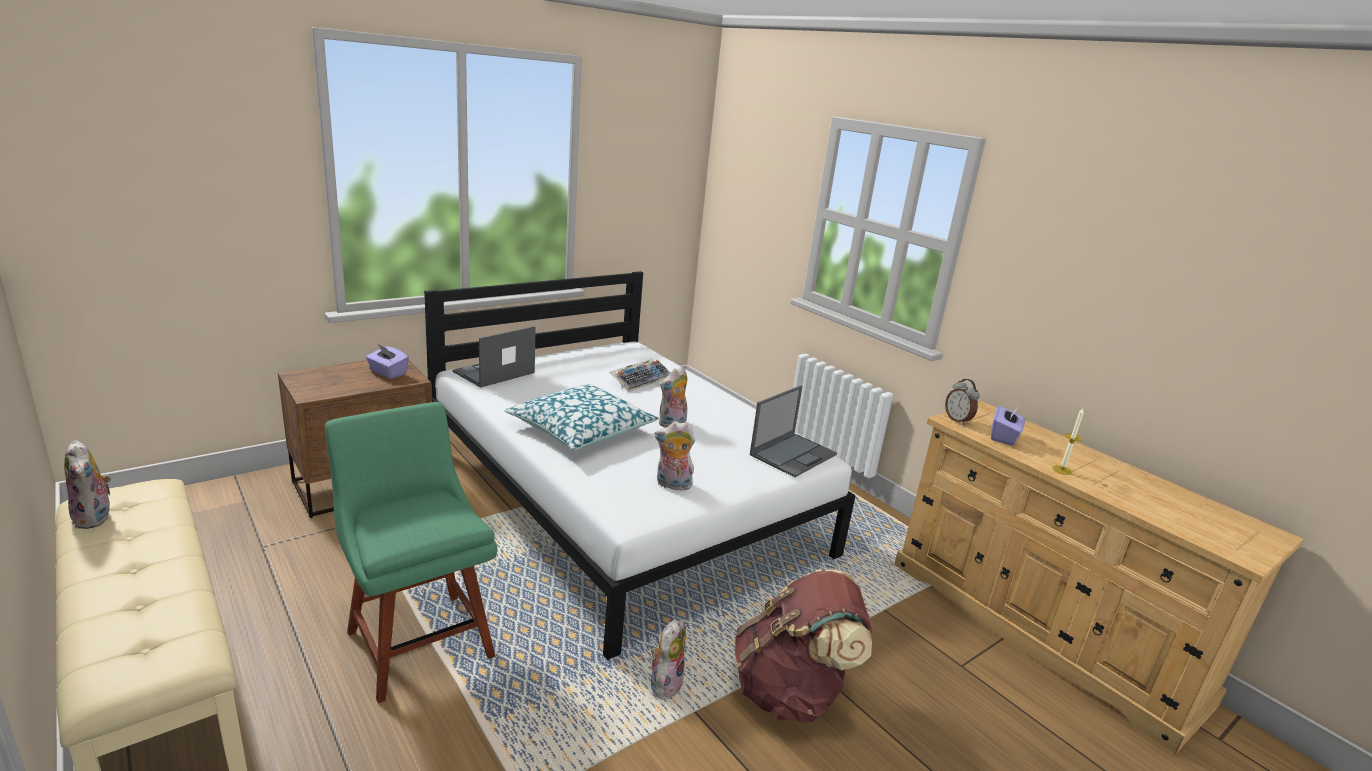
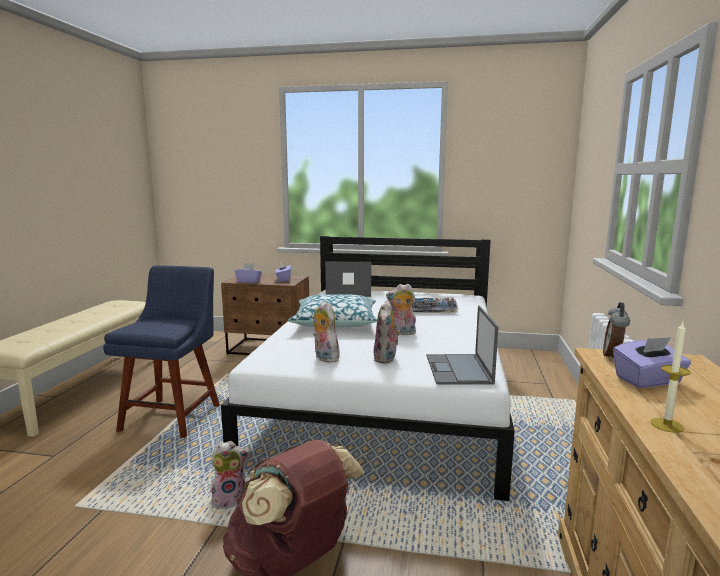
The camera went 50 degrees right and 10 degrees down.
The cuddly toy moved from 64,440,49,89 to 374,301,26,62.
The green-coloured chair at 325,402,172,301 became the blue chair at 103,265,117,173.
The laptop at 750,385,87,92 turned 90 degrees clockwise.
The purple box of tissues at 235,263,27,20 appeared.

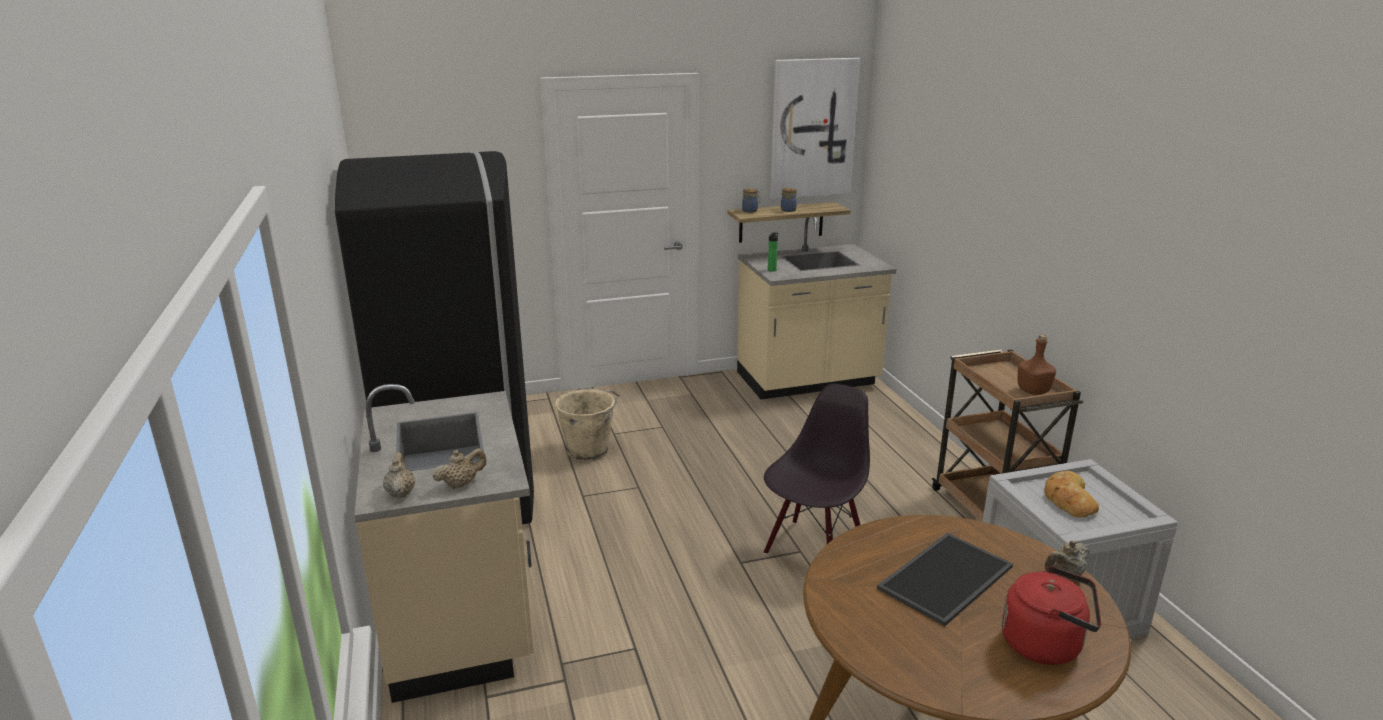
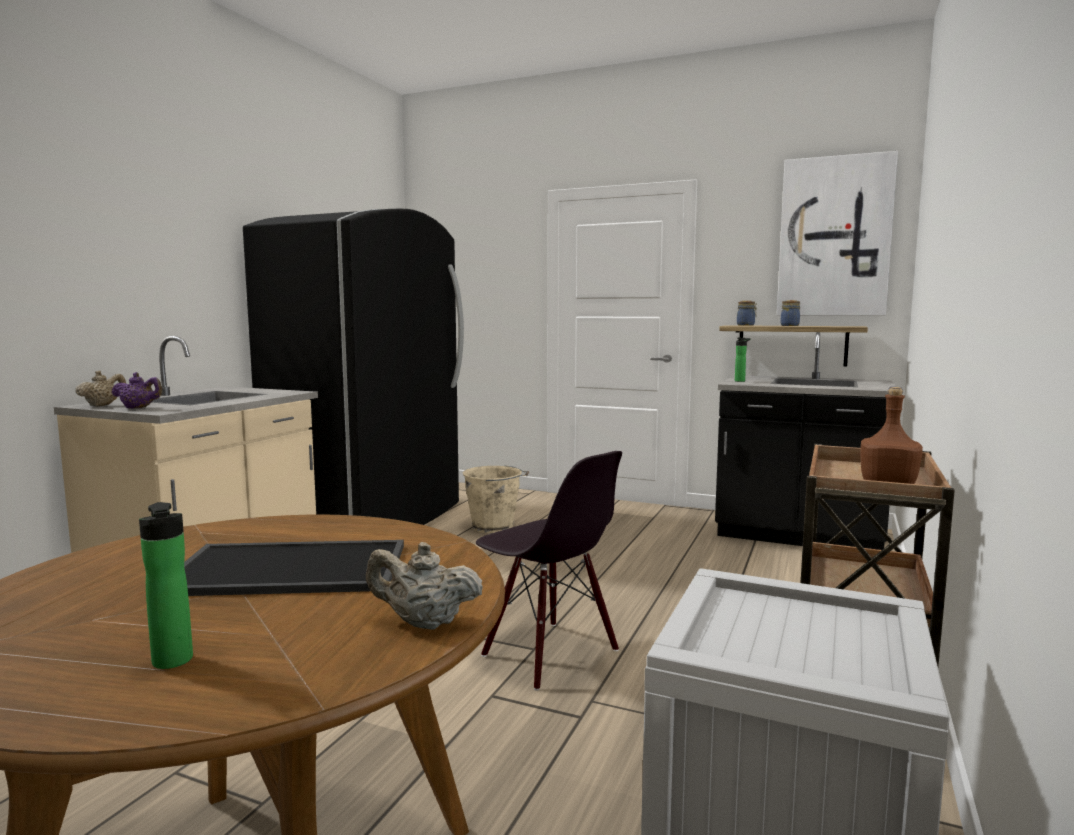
The camera went 40 degrees right and 15 degrees down.
The beige tea pot at 432,448,55,41 became the purple tea pot at 111,372,51,37.
The beige kitchen counter at 737,217,159,183 became the black-coloured kitchen counter at 715,332,182,218.
The black-coloured chair at 764,384,106,171 turned 60 degrees clockwise.
The red water kettle at 1001,566,100,99 was replaced by the beverage bottle at 139,502,54,167.
The bakery bread at 1044,471,55,47 disappeared.

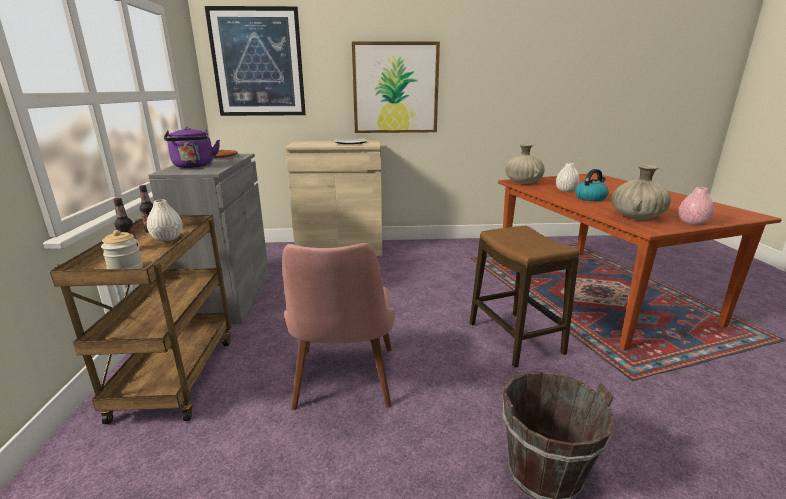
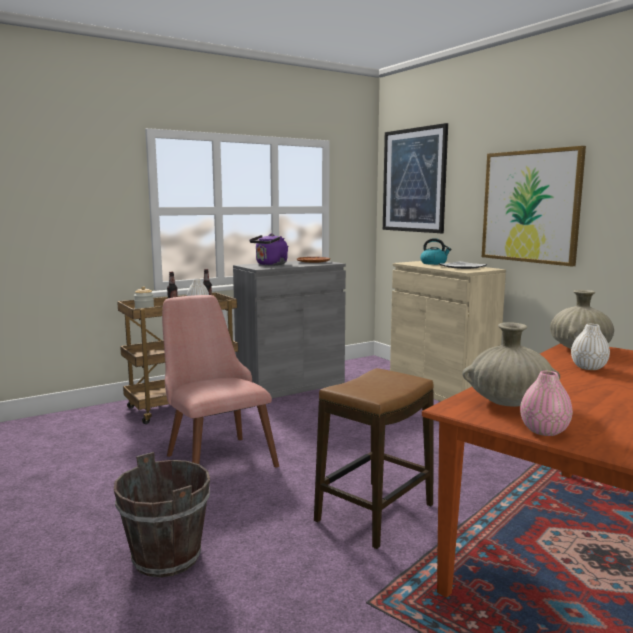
The camera went 60 degrees right and 10 degrees down.
The pink chair at 282,243,113,167 turned 90 degrees clockwise.
The water kettle moved from 575,169,34,32 to 420,238,31,27.

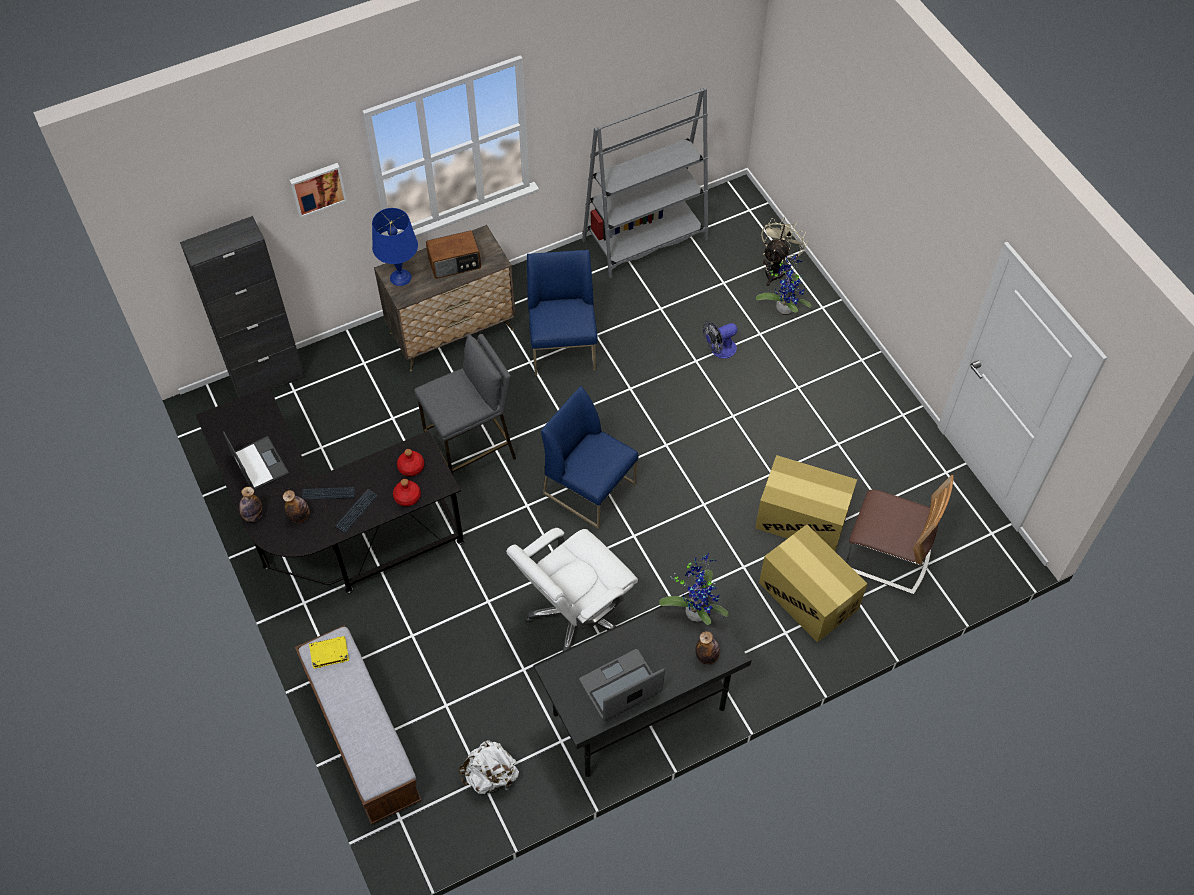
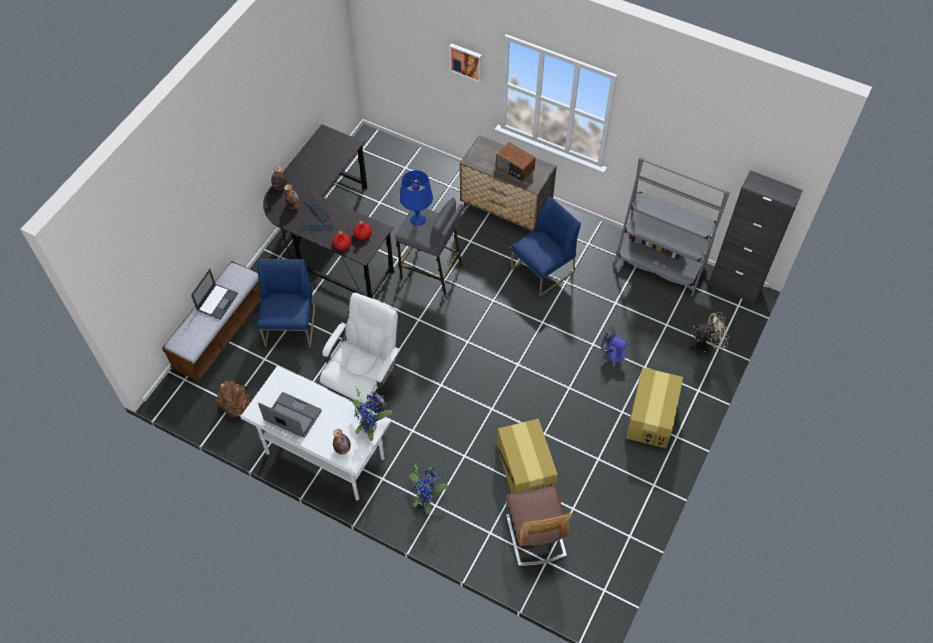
The camera went 55 degrees right and 0 degrees up.
The black-coloured cupboard moved from 180,216,125,182 to 708,170,95,134.
The laptop moved from 223,431,66,59 to 191,269,47,51.
The yellowish book at 309,636,40,33 disappeared.
The blue table lamp moved from 372,208,46,78 to 400,170,33,56.
The whitish rucksack at 459,740,60,54 became the brown-coloured rucksack at 216,380,36,39.
The whitish office chair at 506,528,132,124 turned 105 degrees clockwise.
The black-coloured desk at 533,590,219,187 became the whitish desk at 240,366,151,135.
The blue chair moved from 541,386,97,143 to 257,259,59,88.
The houseplant moved from 756,254,56,62 to 409,463,39,51.
The packing box moved from 759,524,109,118 to 626,367,57,82.

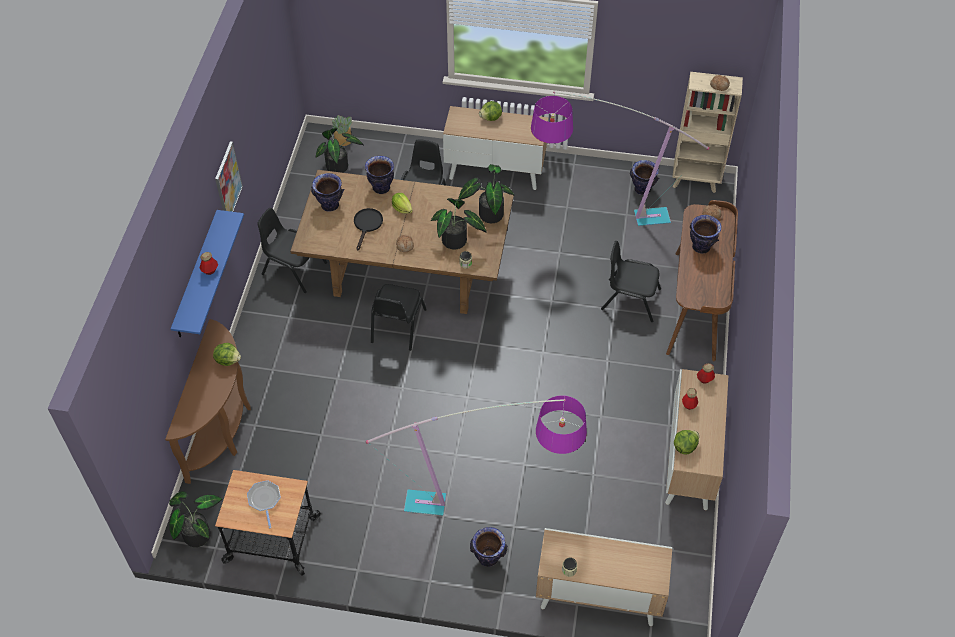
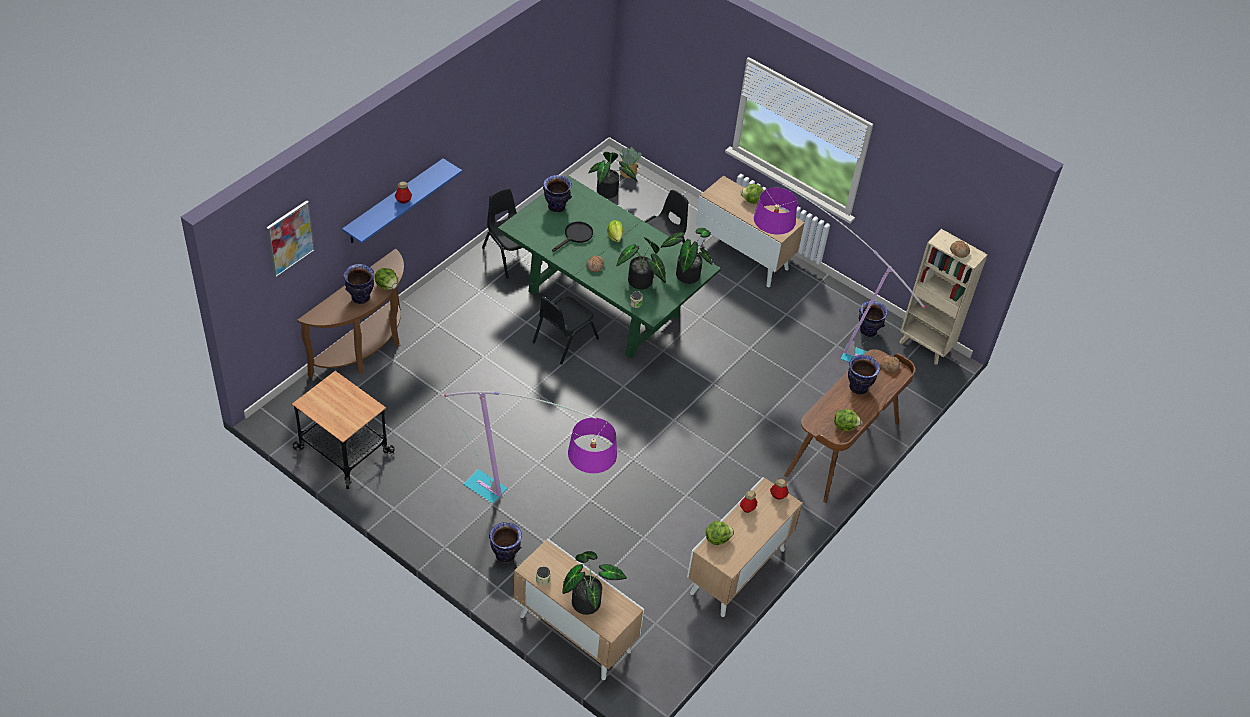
The camera went 25 degrees right and 5 degrees down.
The houseplant moved from 169,491,53,56 to 563,551,64,64.
The wall picture moved from 215,142,28,70 to 266,200,49,78.
The frying pan at 247,480,34,48 disappeared.
The brown-coloured dining table at 290,170,224,144 became the green-coloured dining table at 498,175,223,184.
The decorative vase moved from 365,156,29,38 to 344,264,30,40.
The black-coloured chair at 601,241,60,81 disappeared.
The lettuce head at 834,409,28,22 appeared.

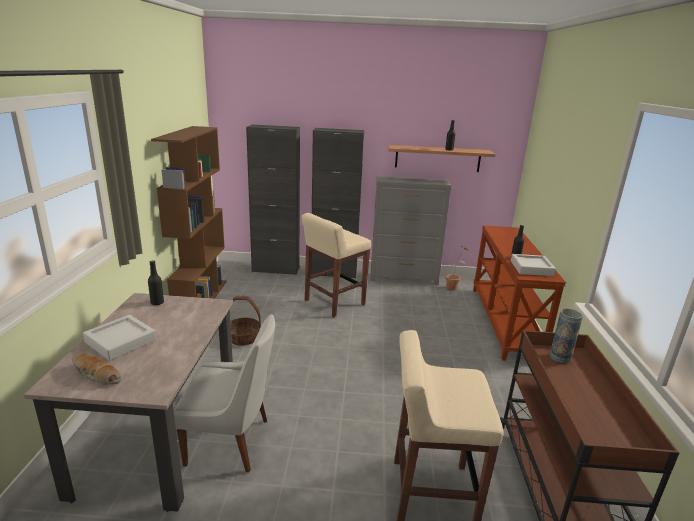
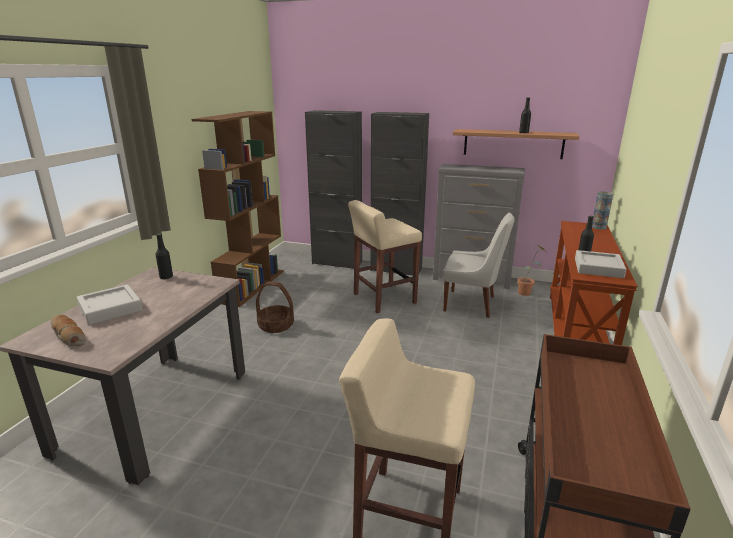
The camera went 15 degrees right and 0 degrees up.
The whitish chair moved from 174,314,101,159 to 443,212,72,106.
The decorative vase moved from 550,308,33,55 to 592,191,21,39.

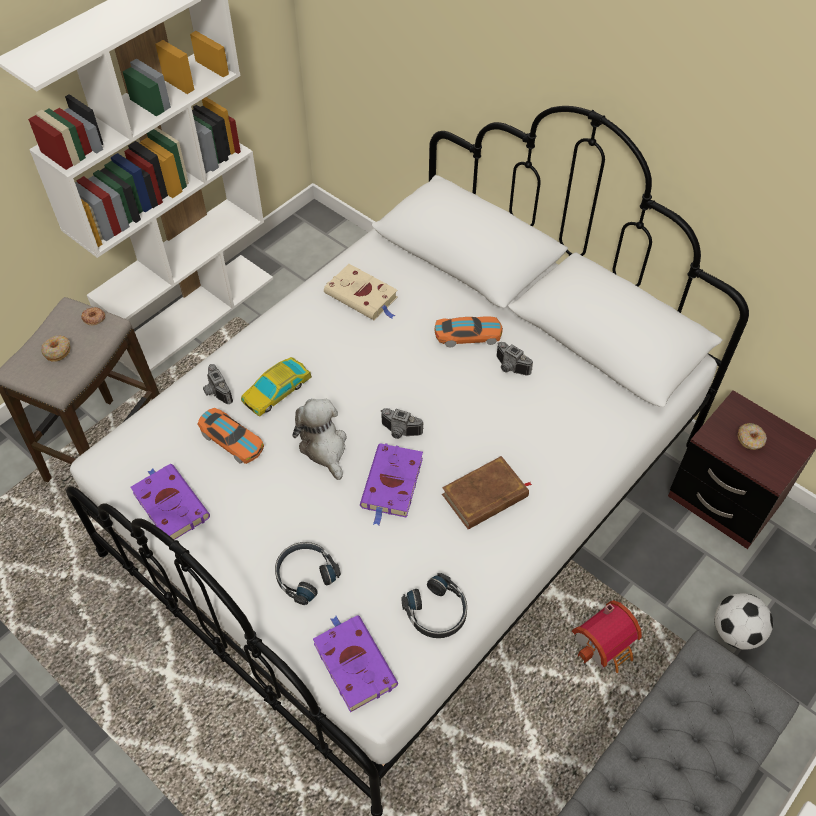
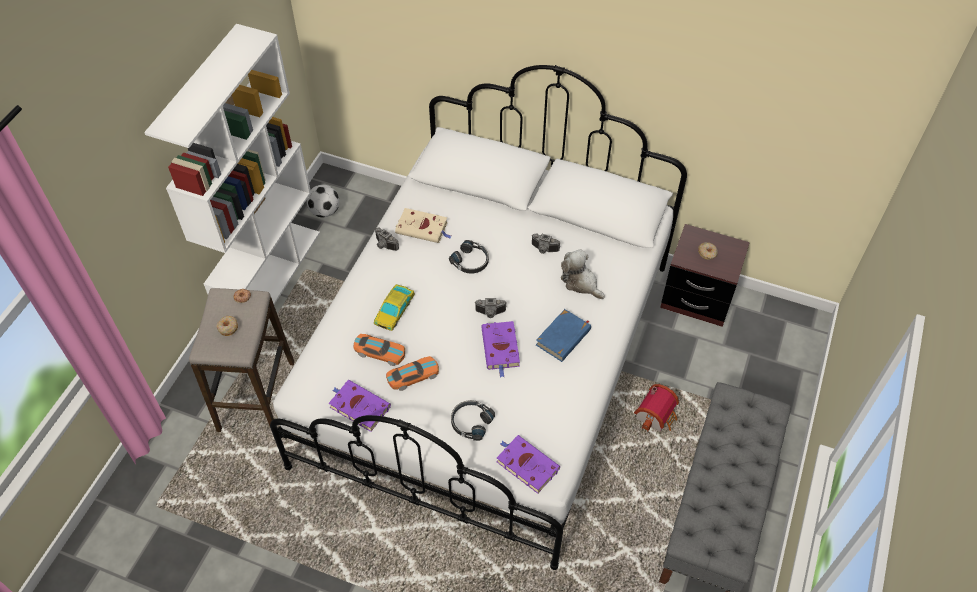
The camera went 20 degrees left and 0 degrees up.
The still camera moved from 203,364,30,40 to 375,227,24,24.
The cuddly toy moved from 292,399,54,81 to 561,249,44,50.
The black-coloured pair of headphones moved from 401,573,66,65 to 449,240,40,34.
The model car moved from 435,317,68,30 to 386,356,53,35.
The brown-coloured book at 442,456,90,73 became the blue book at 536,309,55,53.
The ball for football moved from 714,593,59,57 to 306,185,33,33.

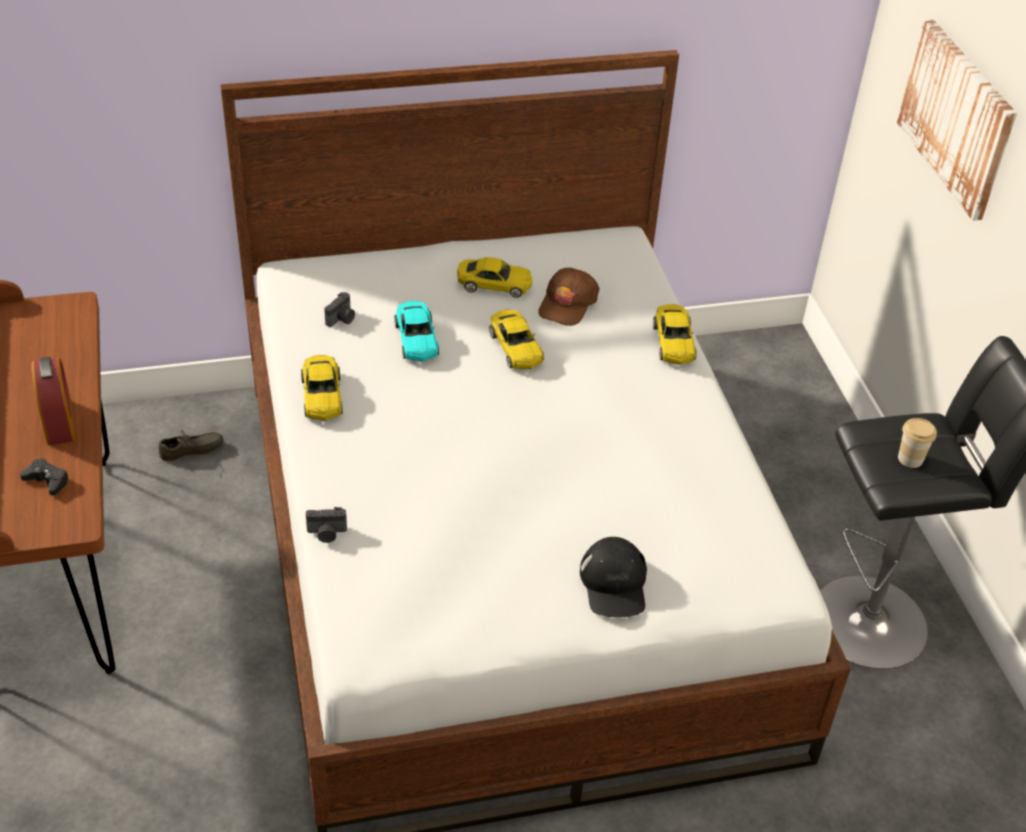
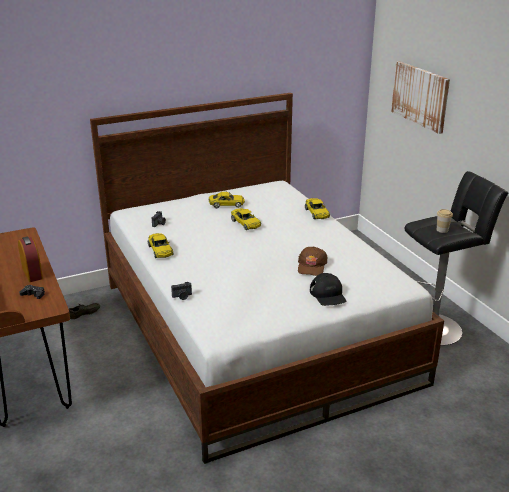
The camera went 10 degrees left and 15 degrees down.
The turquoise model car at 394,301,45,60 disappeared.
The brown-coloured peaked cap moved from 538,268,62,58 to 298,247,29,29.

